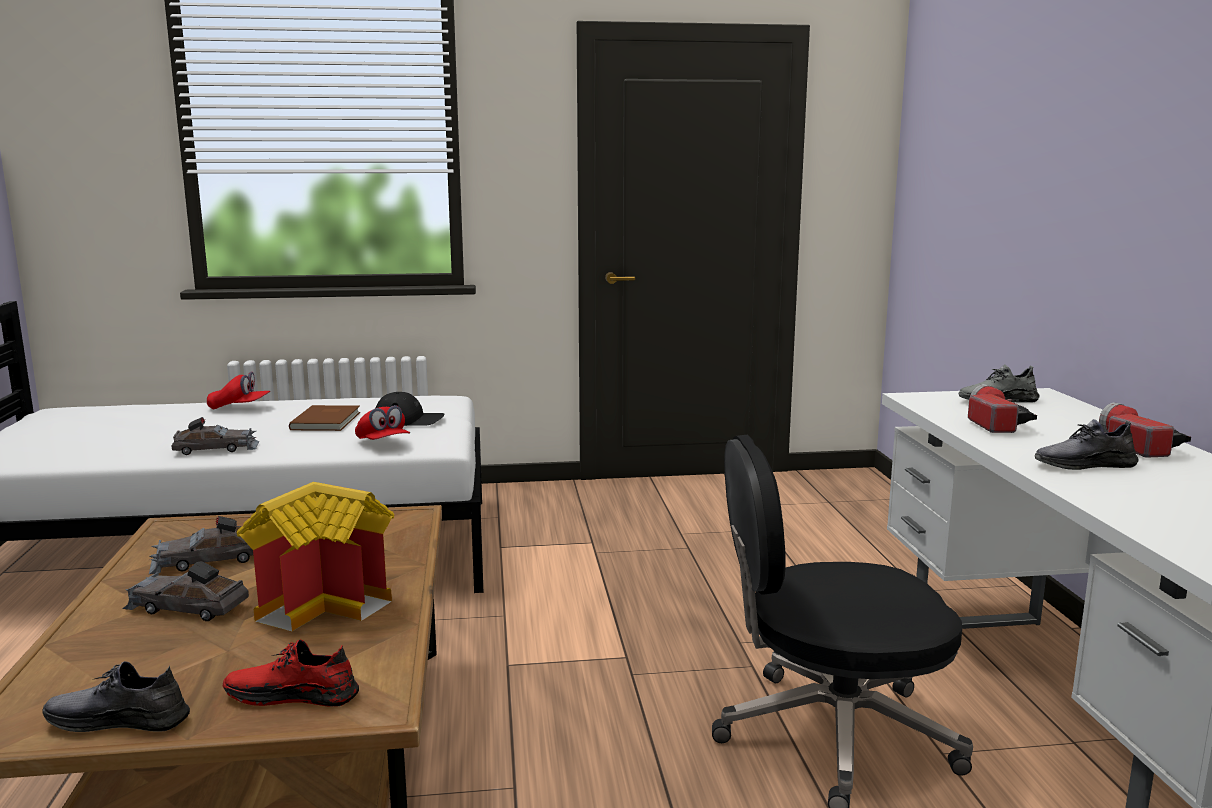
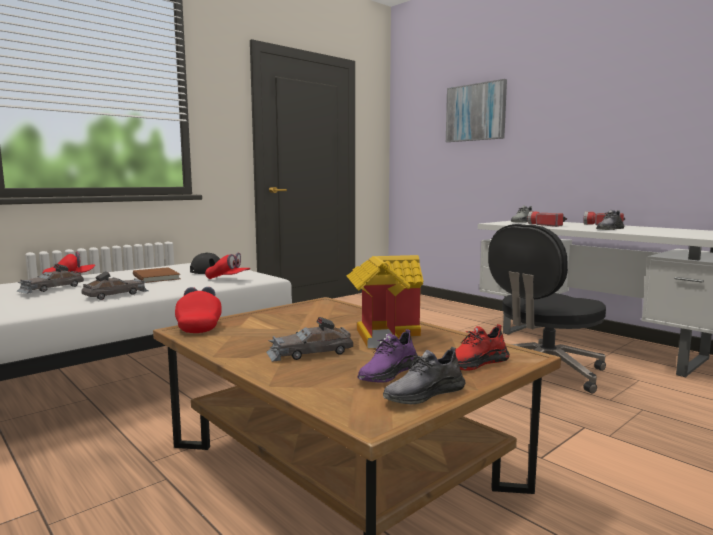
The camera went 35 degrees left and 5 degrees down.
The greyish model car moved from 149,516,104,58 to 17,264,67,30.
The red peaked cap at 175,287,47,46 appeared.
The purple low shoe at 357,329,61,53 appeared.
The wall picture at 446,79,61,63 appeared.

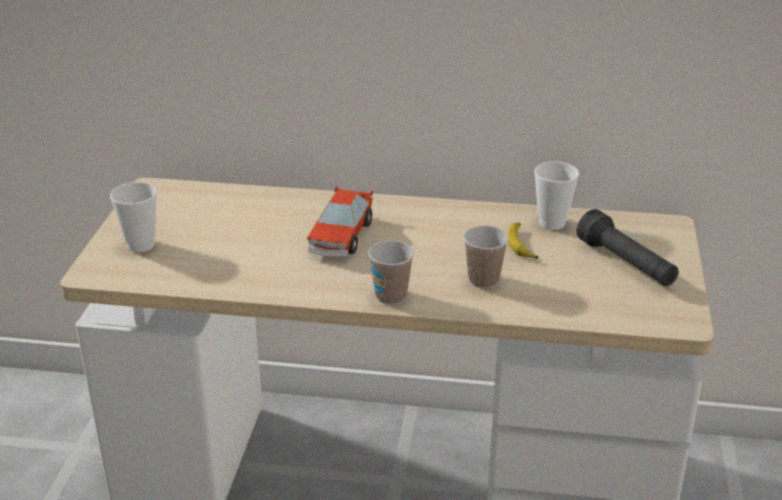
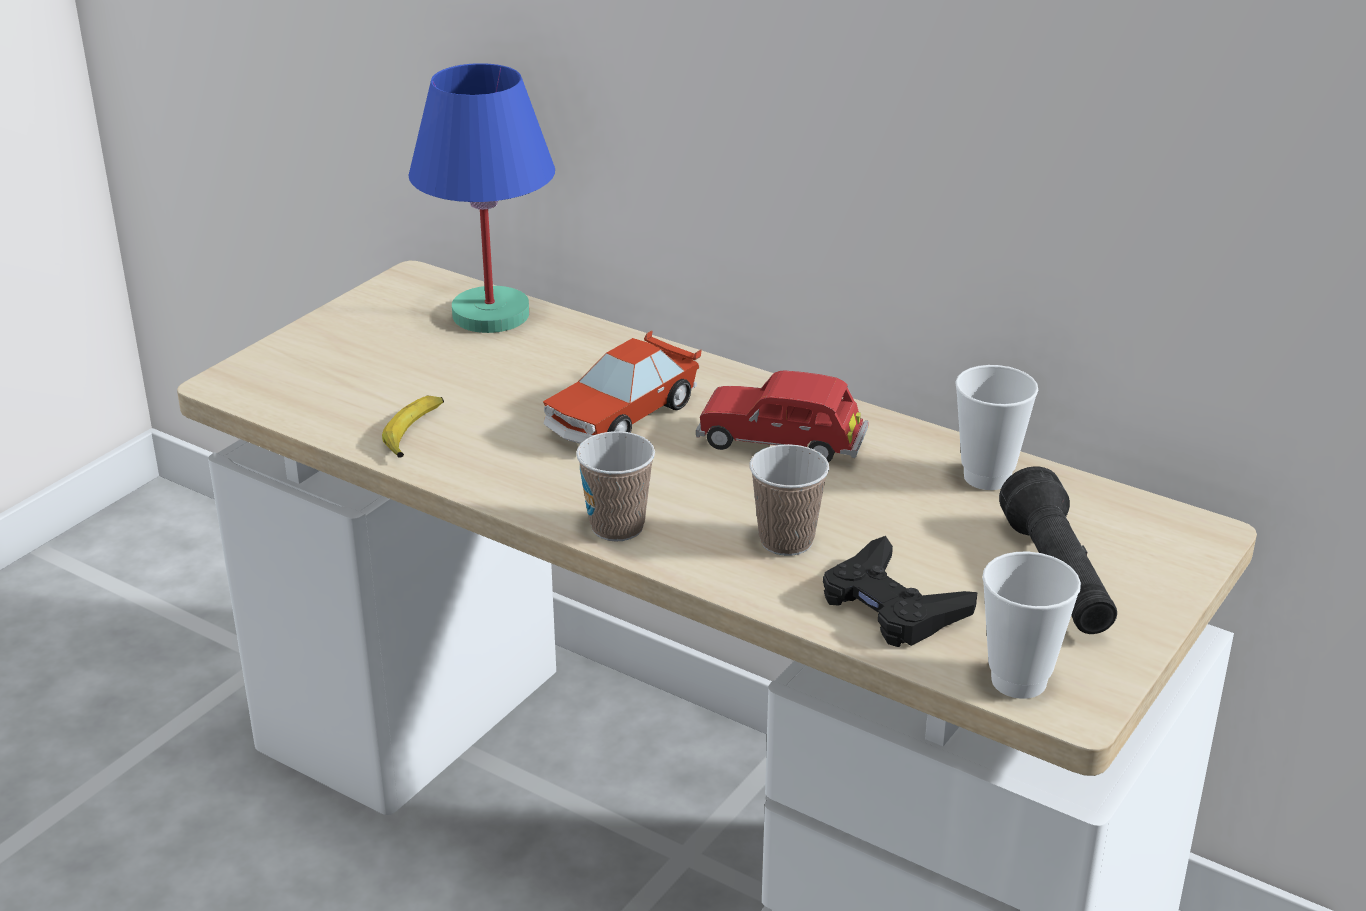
The camera went 25 degrees right and 0 degrees up.
The drinking cup moved from 110,182,47,71 to 982,552,99,147.
The banana moved from 508,223,30,36 to 382,395,62,63.
The blue table lamp at 409,63,146,270 appeared.
The red model car at 696,370,173,92 appeared.
The black-coloured game controller at 823,536,155,111 appeared.

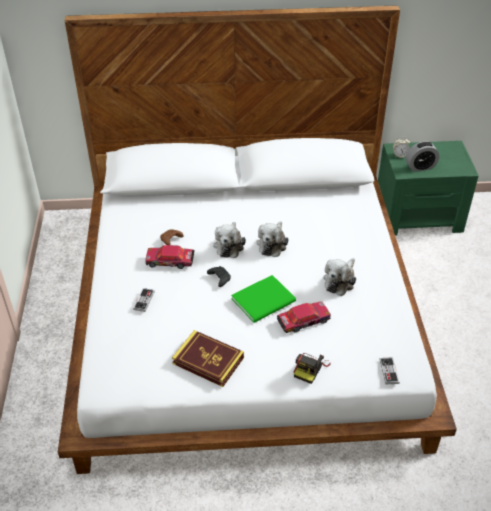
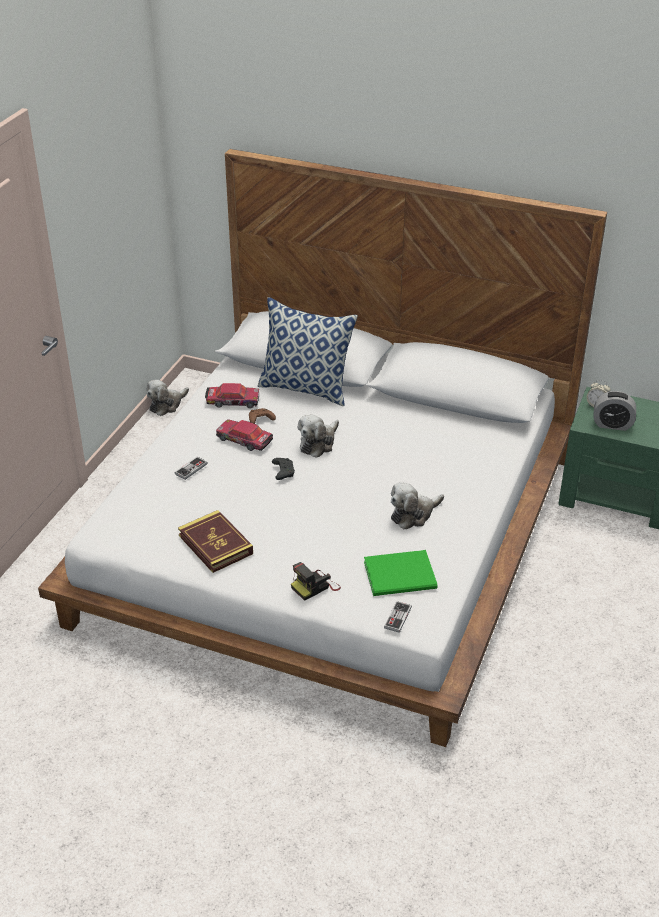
The camera went 25 degrees right and 5 degrees down.
The green-coloured book moved from 231,275,65,48 to 364,550,74,46.
The cuddly toy moved from 257,221,31,36 to 146,380,43,36.
The model car moved from 277,301,54,32 to 205,383,55,26.
The pillow at 258,297,100,109 appeared.

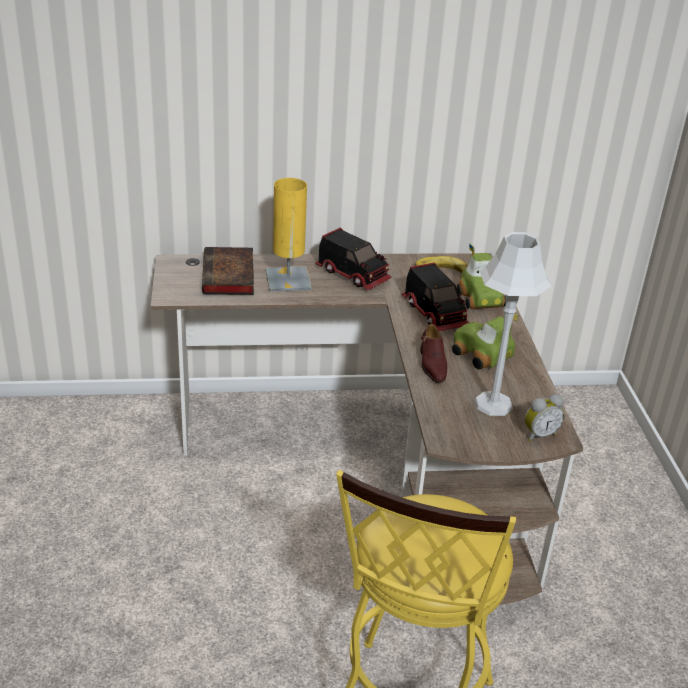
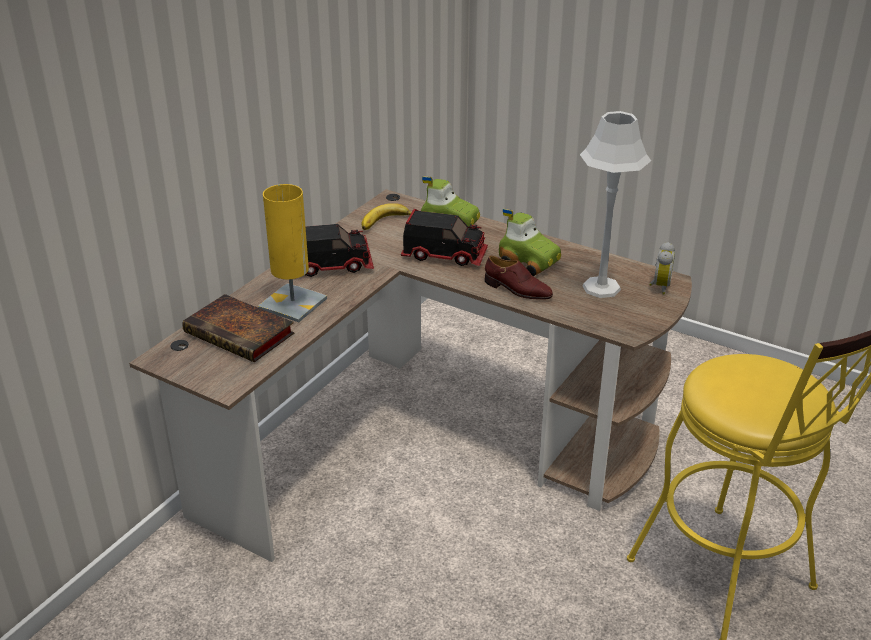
The camera went 50 degrees left and 0 degrees up.
The model car at 452,313,67,57 turned 135 degrees counterclockwise.

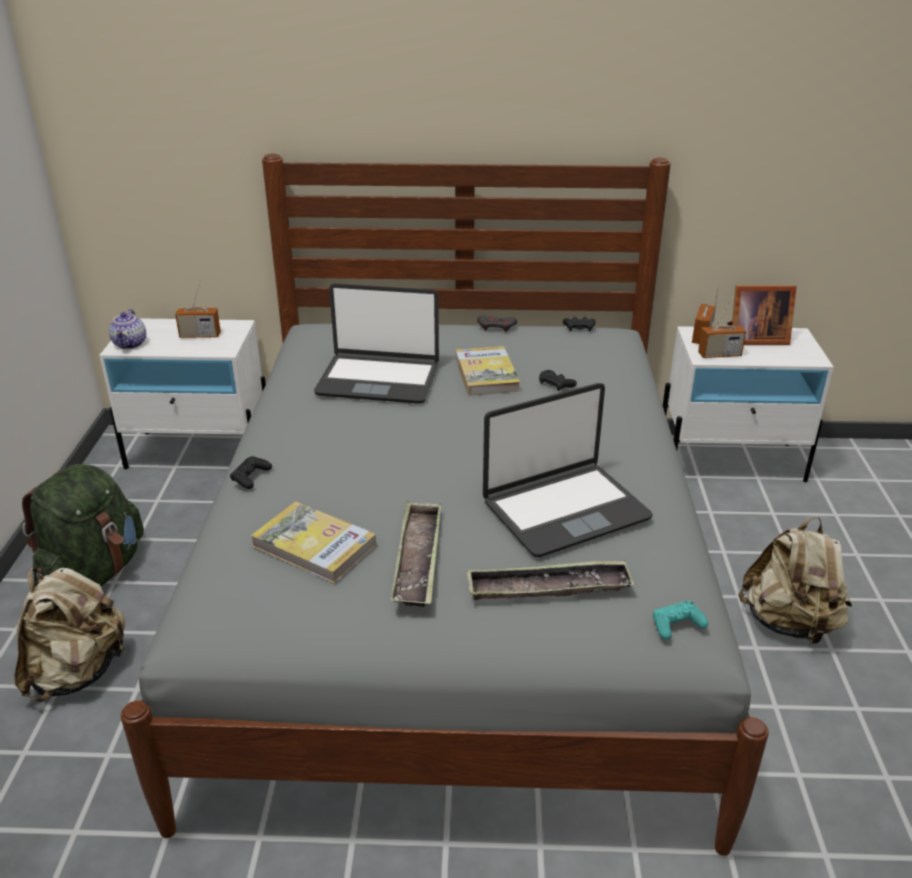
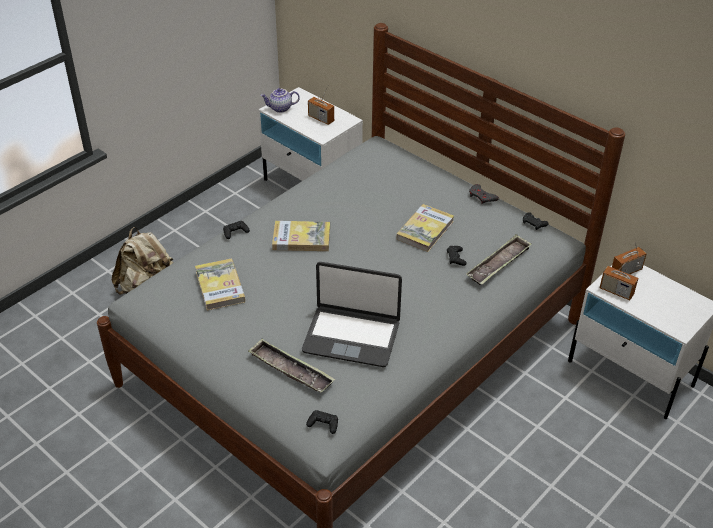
The camera went 40 degrees right and 10 degrees up.
The green-coloured rucksack at 22,464,122,122 disappeared.
The tea pot at 109,309,37,40 turned 45 degrees clockwise.
The laptop at 314,283,125,121 disappeared.
The carrying tray moved from 391,501,50,106 to 466,234,65,51.
The turquoise game controller at 653,601,55,39 became the black-coloured game controller at 306,410,32,24.
The picture frame at 728,285,69,60 disappeared.
The beige rucksack at 738,517,114,127 disappeared.
The book at 272,221,58,30 appeared.

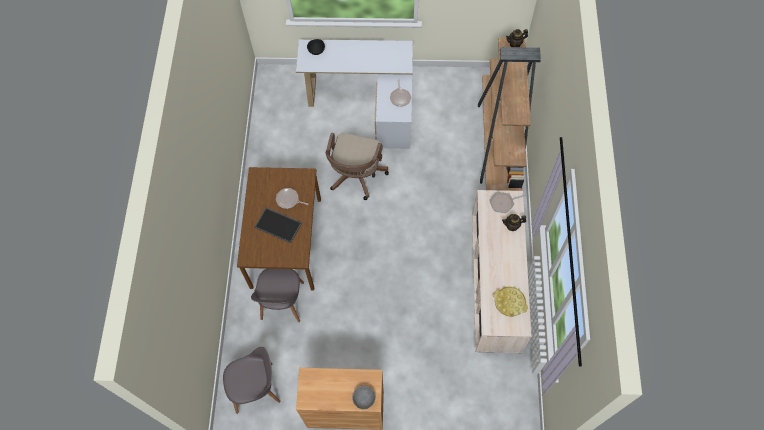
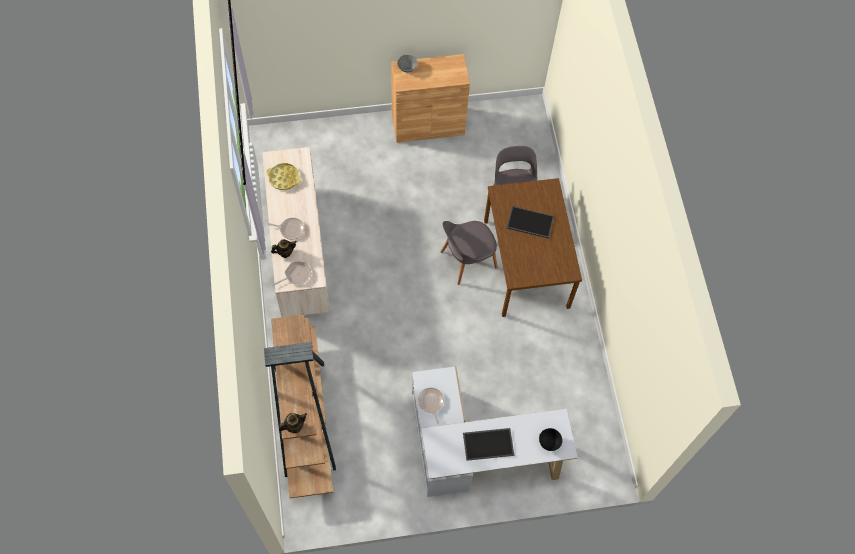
The camera went 165 degrees right and 0 degrees up.
The greyish chair moved from 223,347,58,67 to 441,221,56,64.
The frying pan moved from 276,188,32,21 to 268,218,37,22.
The brown-coloured office chair at 326,133,63,67 disappeared.
The carrying tray at 463,428,51,33 appeared.

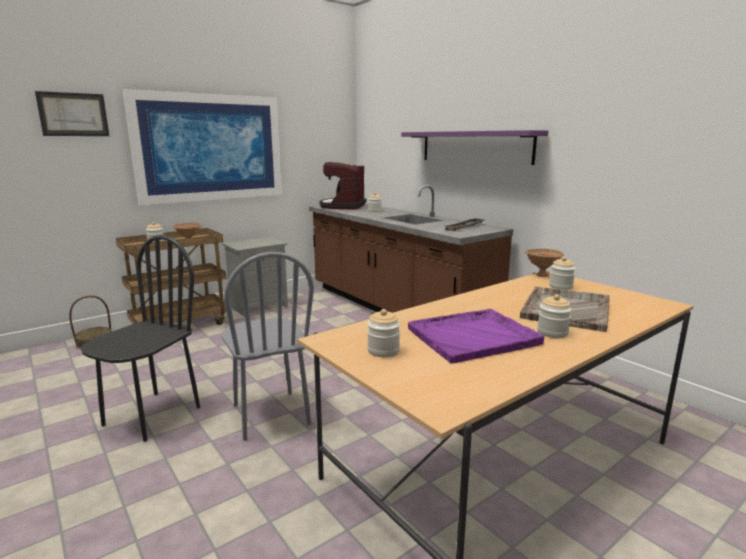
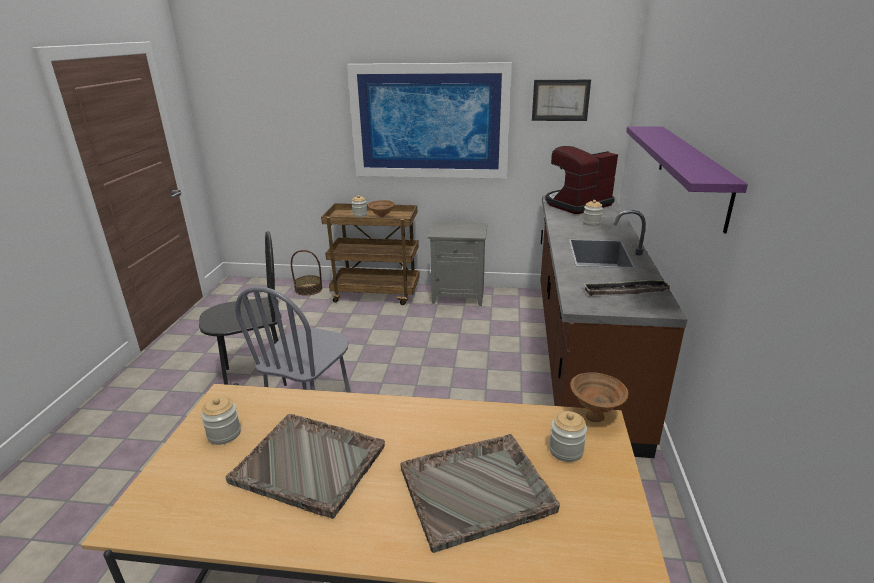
The camera went 45 degrees right and 10 degrees up.
The wall picture moved from 35,91,74,45 to 532,80,59,41.
The purple carrying tray at 408,309,136,55 became the greyish carrying tray at 225,414,160,105.
The preserve jar at 537,294,35,44 disappeared.

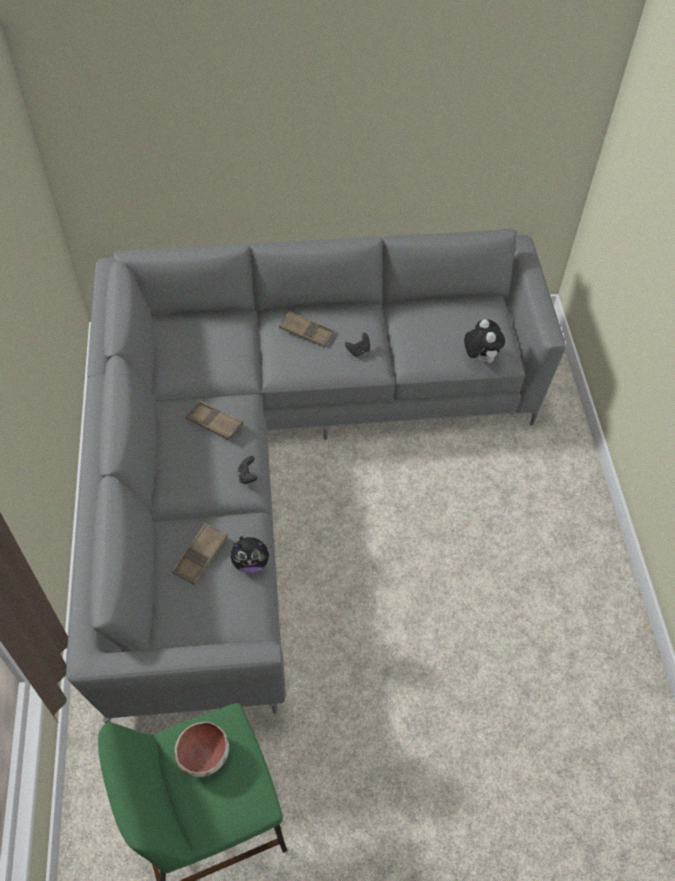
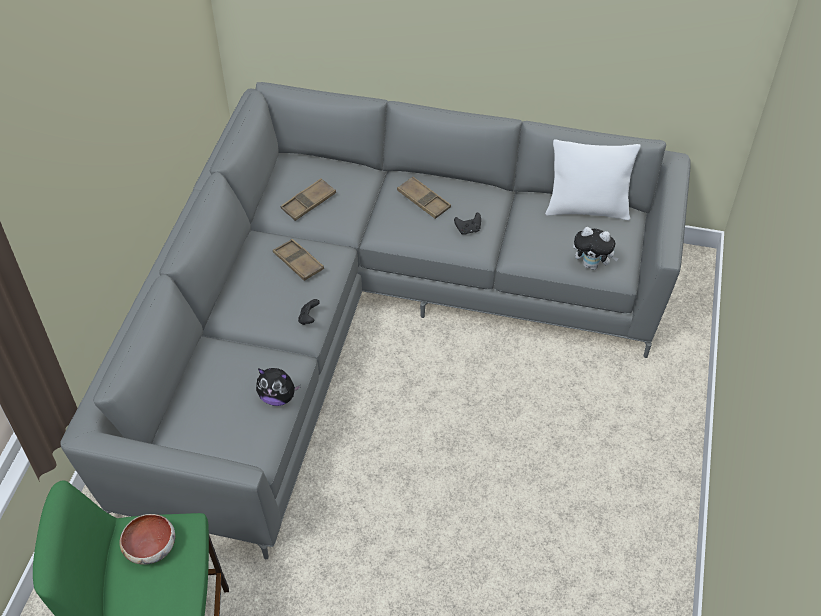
The camera went 20 degrees right and 5 degrees down.
The brown-coloured carrying tray moved from 172,522,56,63 to 281,178,55,43.
The cuddly toy at 464,319,41,44 turned 105 degrees clockwise.
The whitish pillow at 545,139,95,81 appeared.

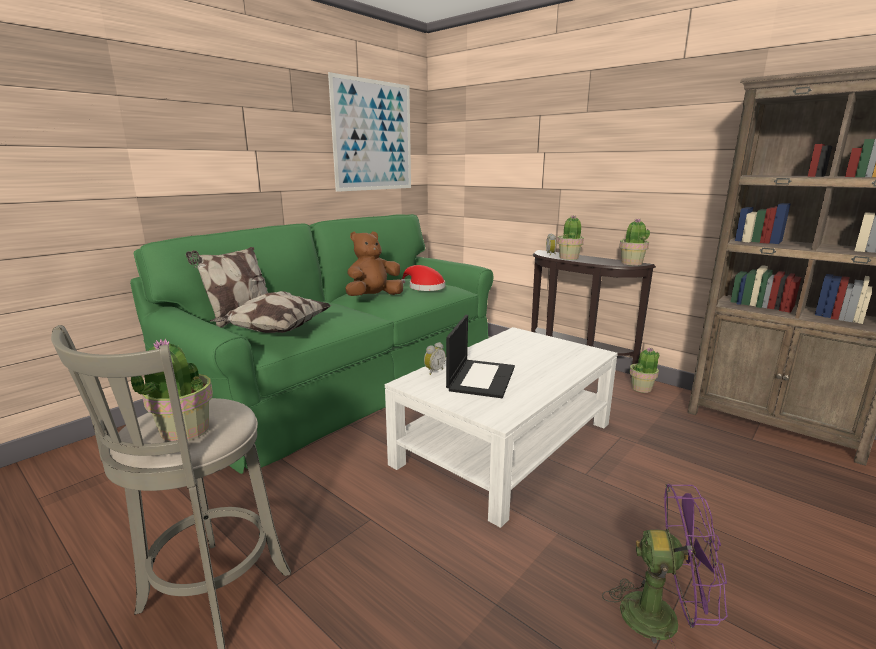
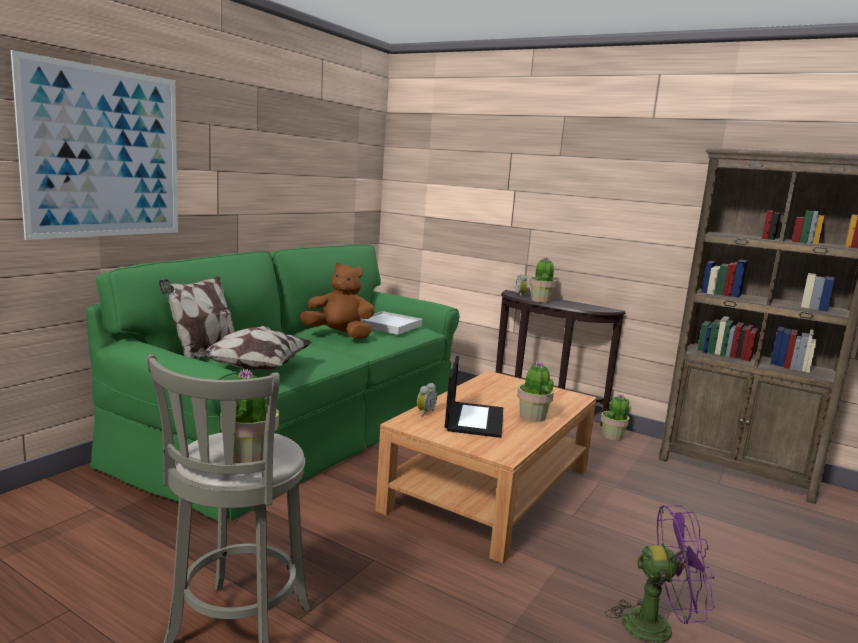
The camera went 10 degrees left and 5 degrees down.
The wall picture moved from 328,72,83,120 to 11,50,167,190.
The brown-coloured cuddly toy at 345,232,58,64 turned 60 degrees clockwise.
The whitish coffee table at 385,327,233,201 became the brown-coloured coffee table at 375,371,222,193.
The red hat at 401,265,44,26 was replaced by the whitish carrying tray at 361,311,61,24.
The houseplant moved from 619,218,31,47 to 517,361,37,61.

